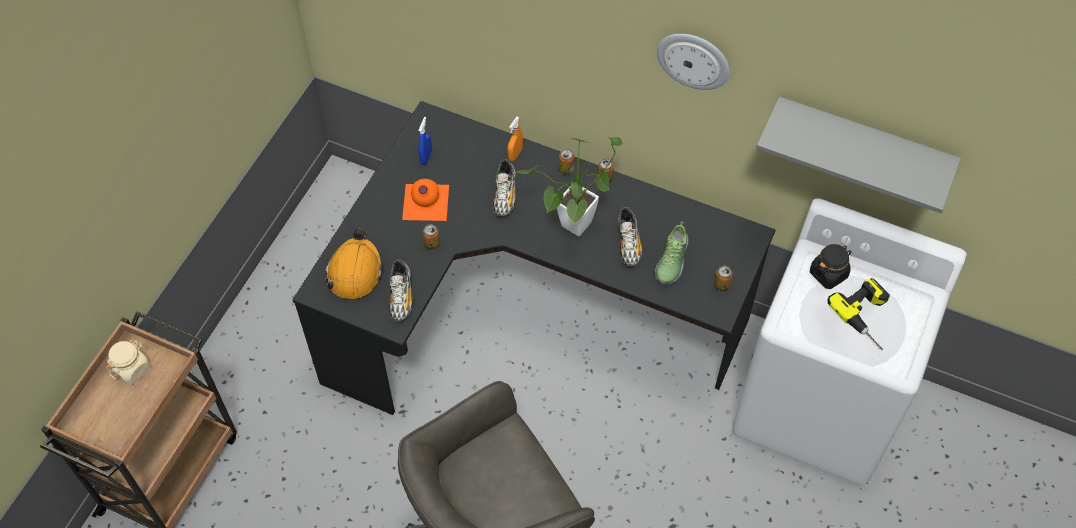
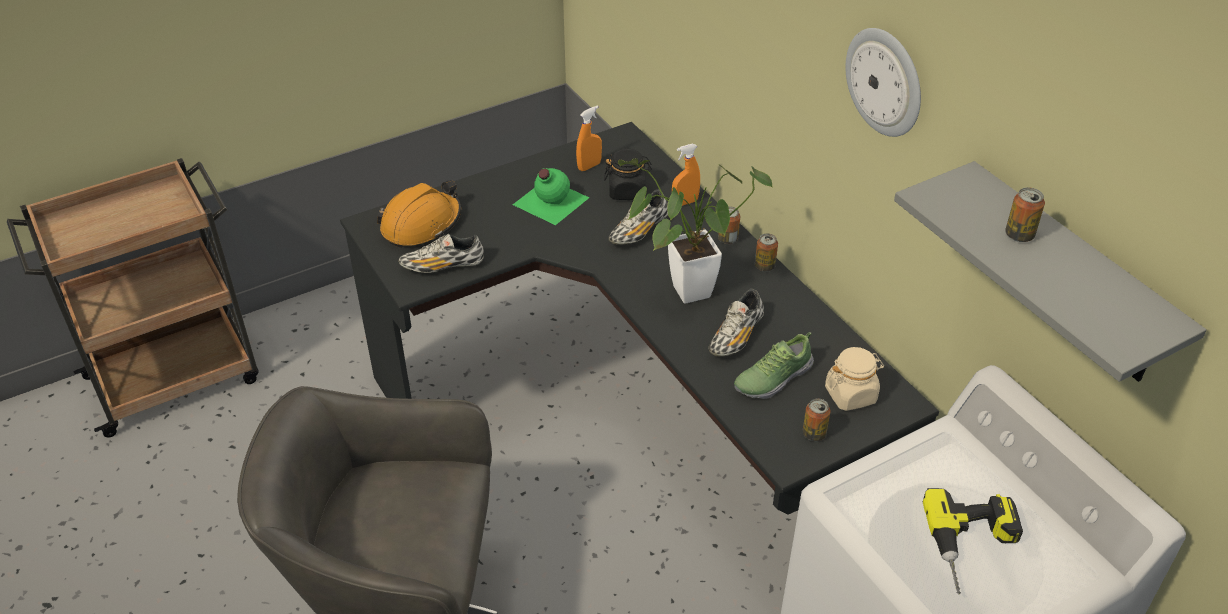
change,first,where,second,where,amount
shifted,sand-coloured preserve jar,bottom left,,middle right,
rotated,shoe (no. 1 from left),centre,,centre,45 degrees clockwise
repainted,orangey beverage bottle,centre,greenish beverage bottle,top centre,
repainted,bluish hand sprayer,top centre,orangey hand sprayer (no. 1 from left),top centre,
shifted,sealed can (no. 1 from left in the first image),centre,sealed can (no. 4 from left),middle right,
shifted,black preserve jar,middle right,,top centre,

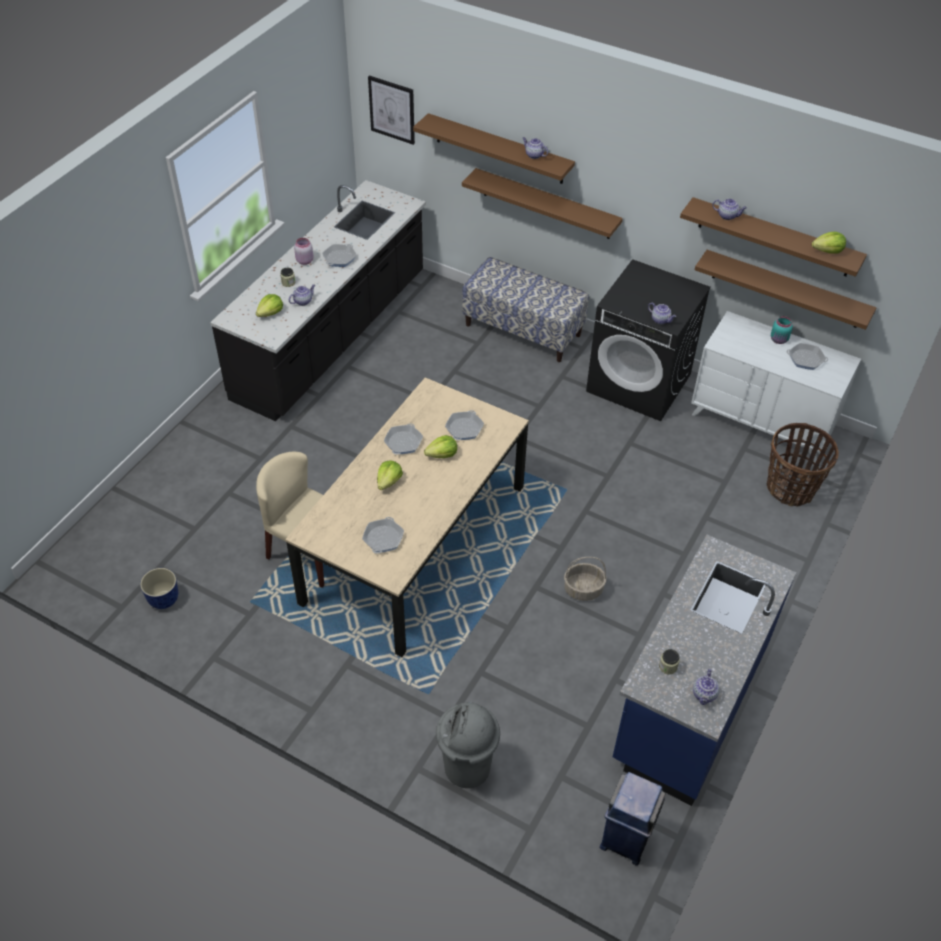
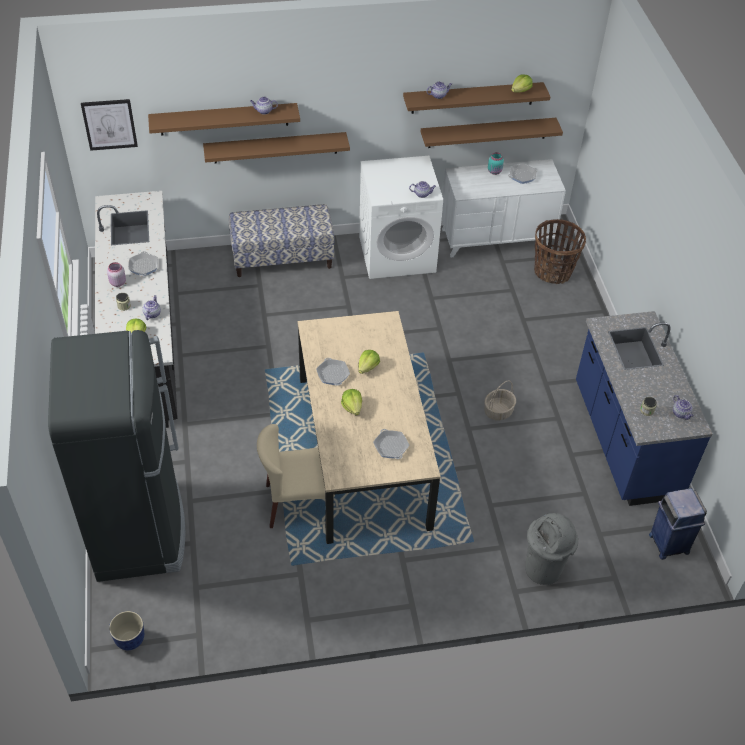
change,first,where,second,where,amount
shifted,plant pot,middle left,,bottom left,
gone,frying pan (no. 4 from left),centre,,,
repainted,black laundry appliance,middle right,white-coloured laundry appliance,top centre,
new,,,black refrigerator,middle left,

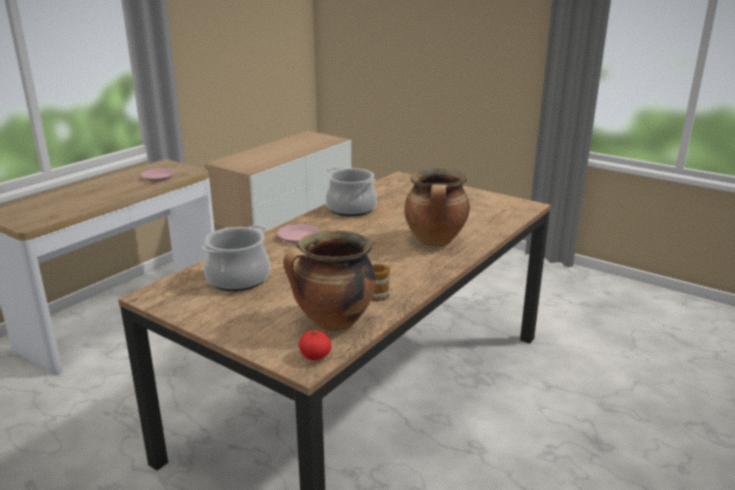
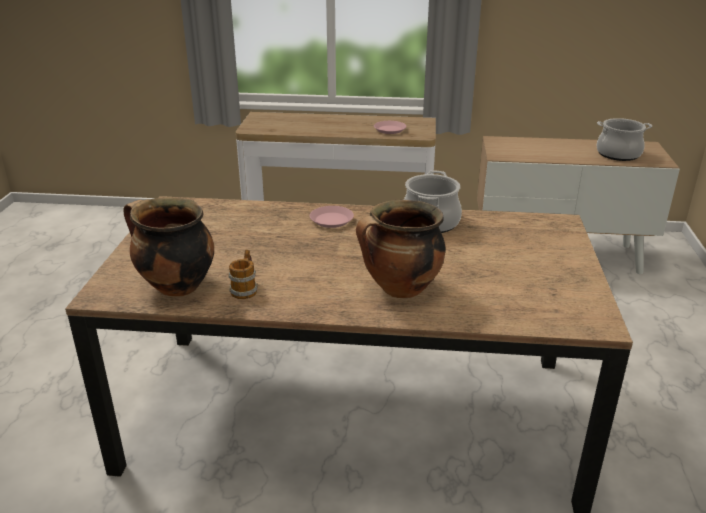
change,first,where,second,where,amount
shifted,saucepot (no. 1 from left in the first image),middle left,saucepot (no. 4 from left),top right,
gone,tomato,bottom centre,,,

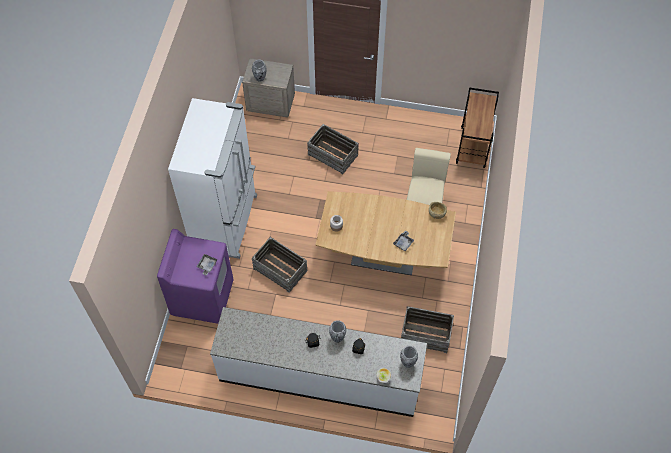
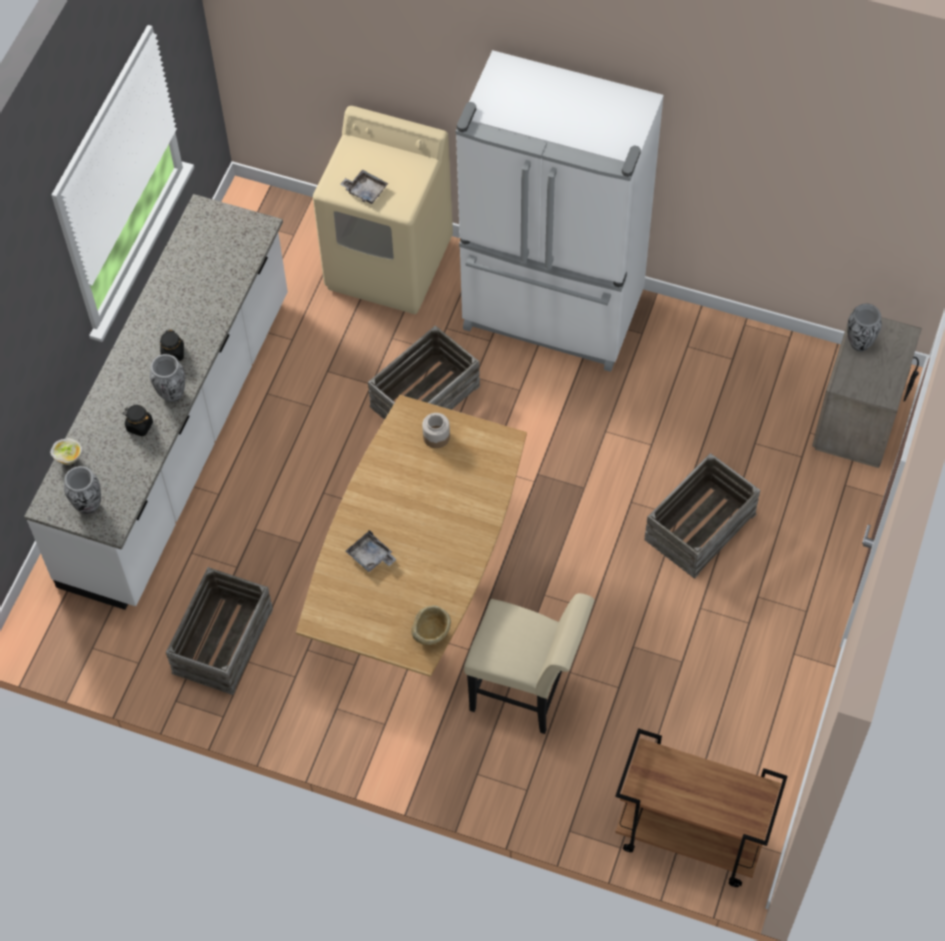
change,first,where,second,where,amount
repainted,purplish laundry appliance,middle left,sand-coloured laundry appliance,top centre,

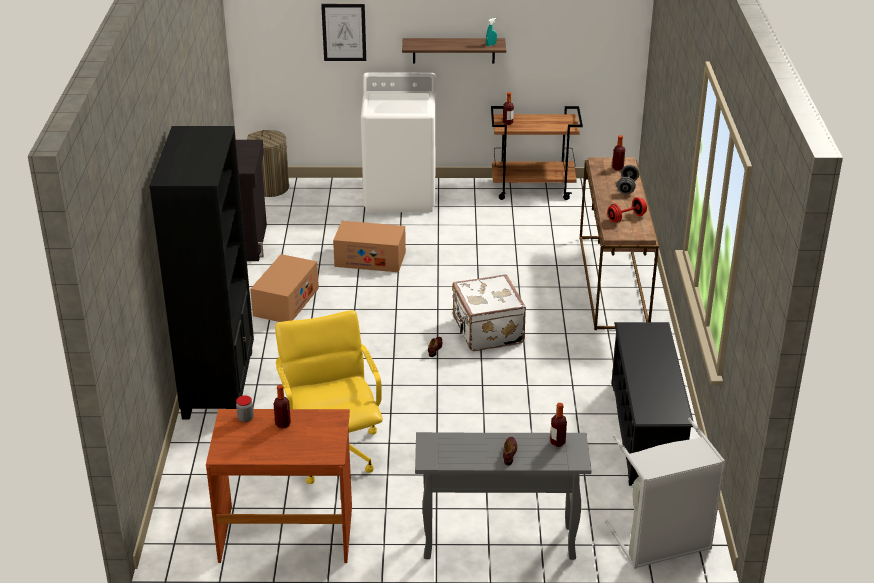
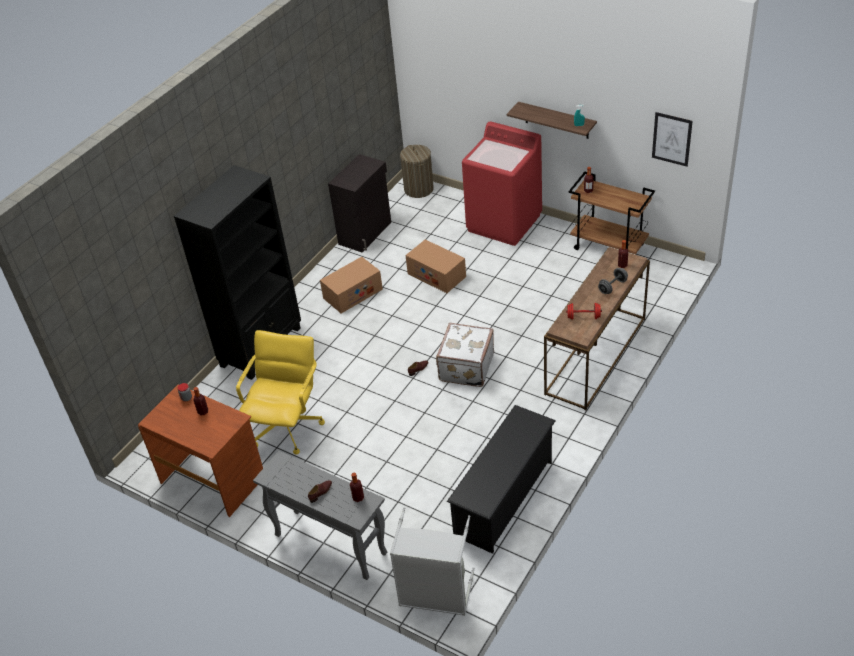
change,first,where,second,where,amount
shifted,picture,top centre,,top right,
repainted,white-coloured laundry appliance,top centre,red-coloured laundry appliance,top centre,

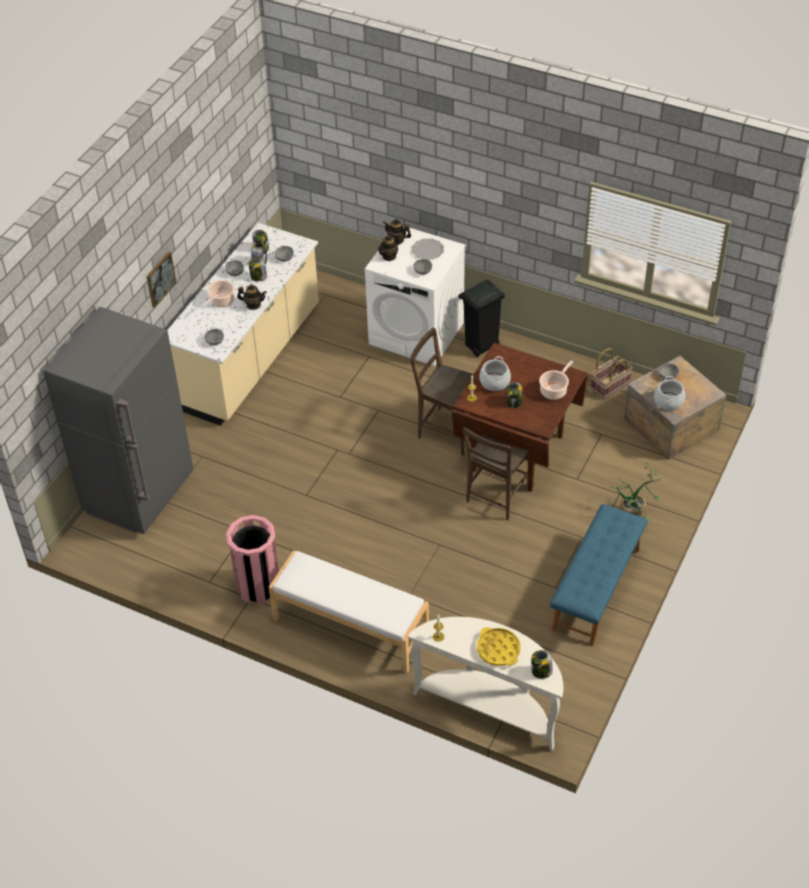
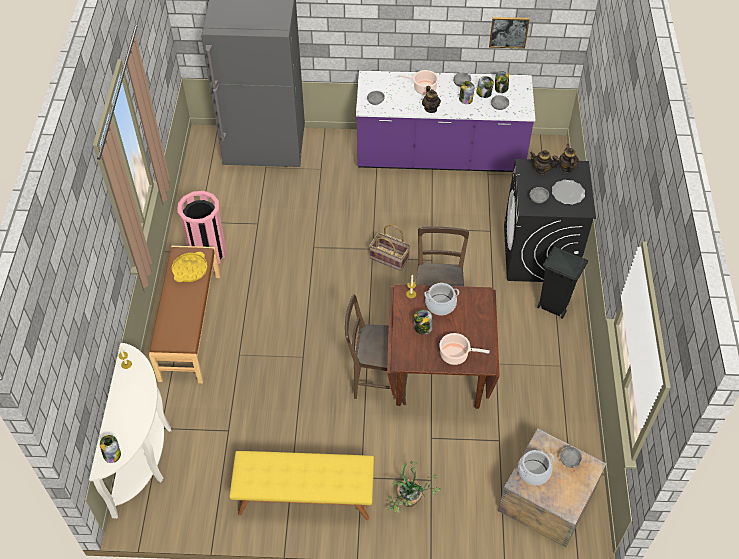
change,first,where,second,where,amount
shifted,picture,top left,,top right,
repainted,sand-coloured counter,middle left,purplish counter,top centre,
repainted,white-coloured bench,bottom centre,brown bench,middle left,
repainted,white-coloured laundry appliance,centre,black laundry appliance,middle right,
shifted,yellow carrying tray,bottom centre,,middle left,
repainted,bluish bench,middle right,yellow bench,bottom centre,
shifted,storage basket,middle right,,centre,

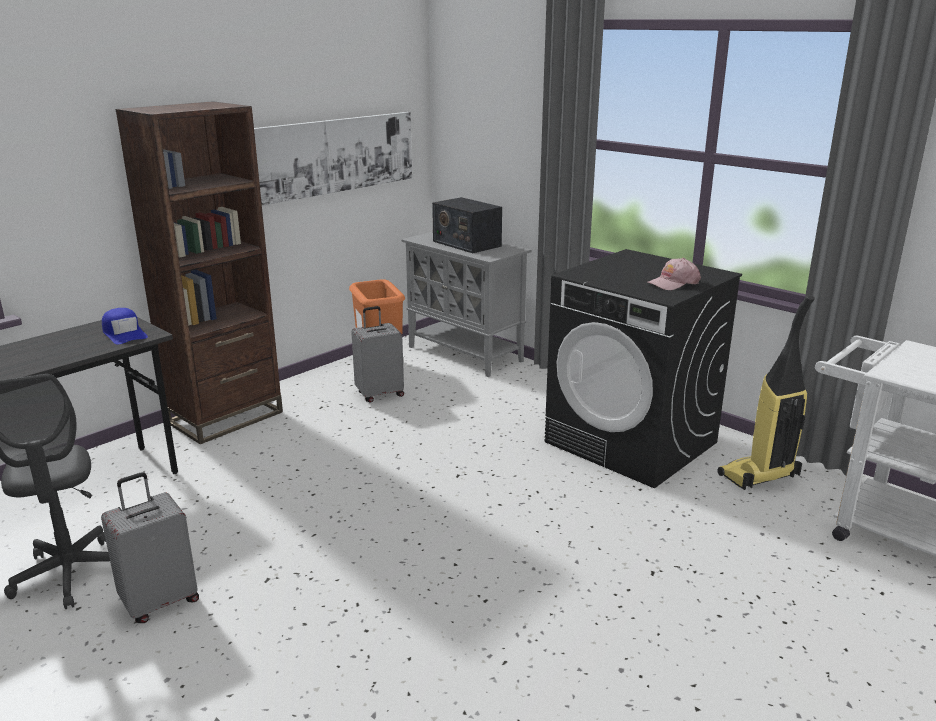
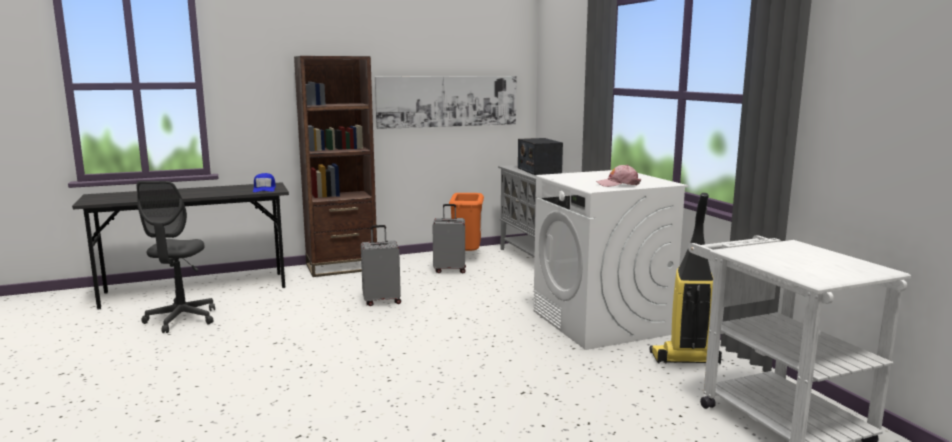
change,first,where,second,where,amount
shifted,grey piece of luggage (no. 1 from left),bottom left,,centre,
repainted,black laundry appliance,middle right,white-coloured laundry appliance,centre,

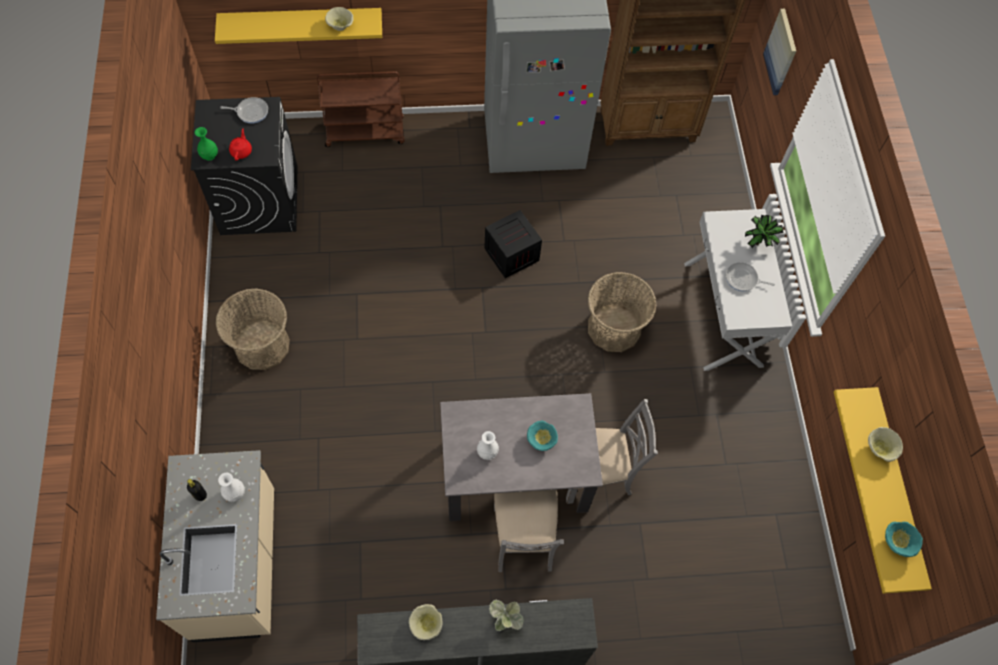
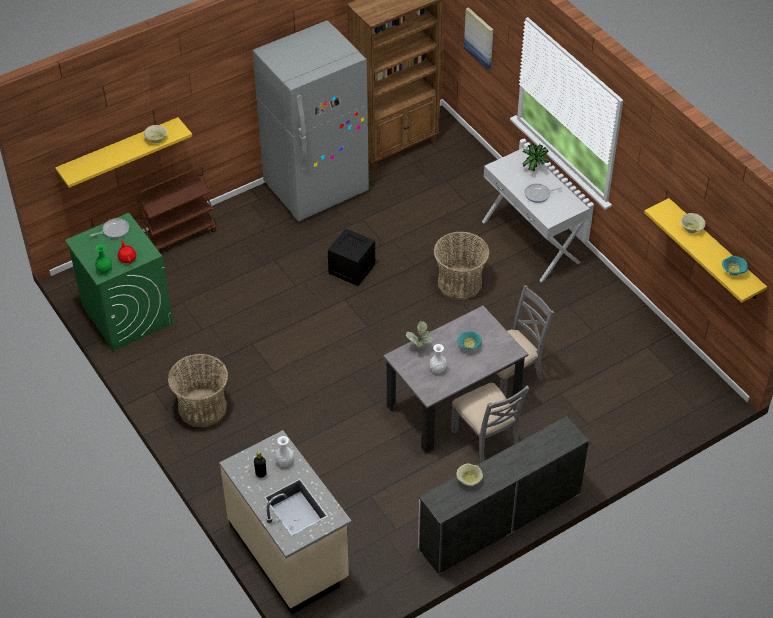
change,first,where,second,where,amount
repainted,black laundry appliance,top left,greenish laundry appliance,middle left,
shifted,houseplant (no. 1 from left),bottom centre,,centre,

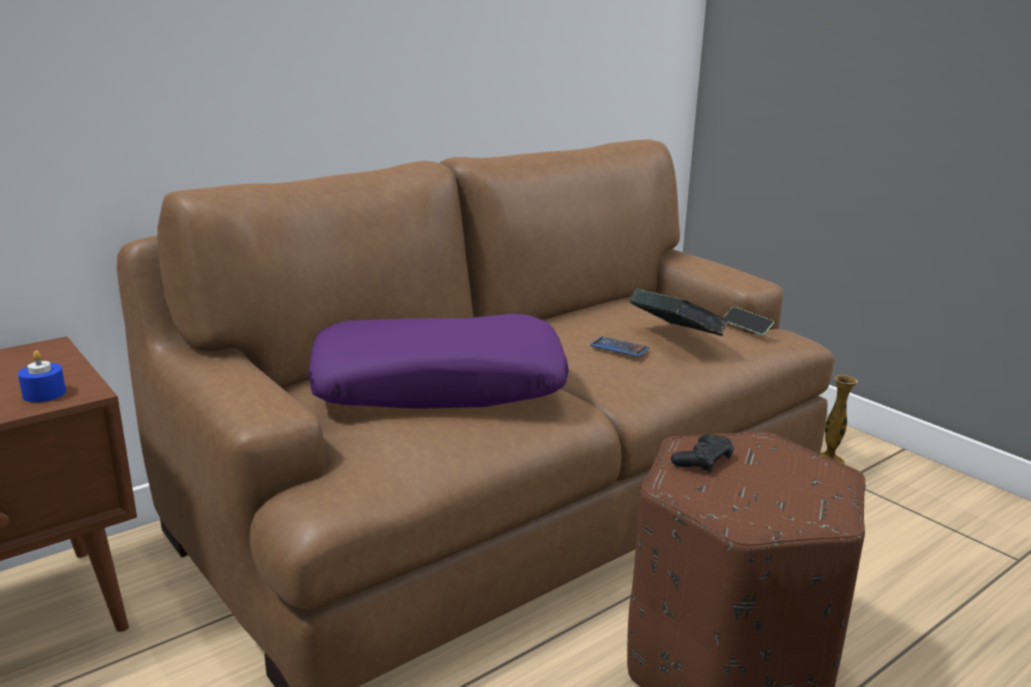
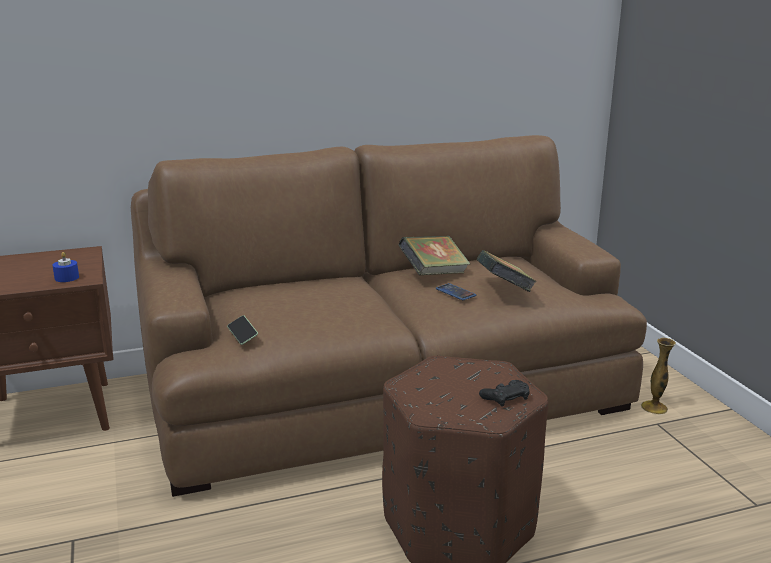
change,first,where,second,where,amount
gone,purplish pillow,centre,,,
shifted,black game controller,middle right,,bottom centre,
shifted,telephone (no. 2 from left in the first image),middle right,telephone (no. 1 from left),middle left,
new,,,volume (no. 1 from left),centre,

